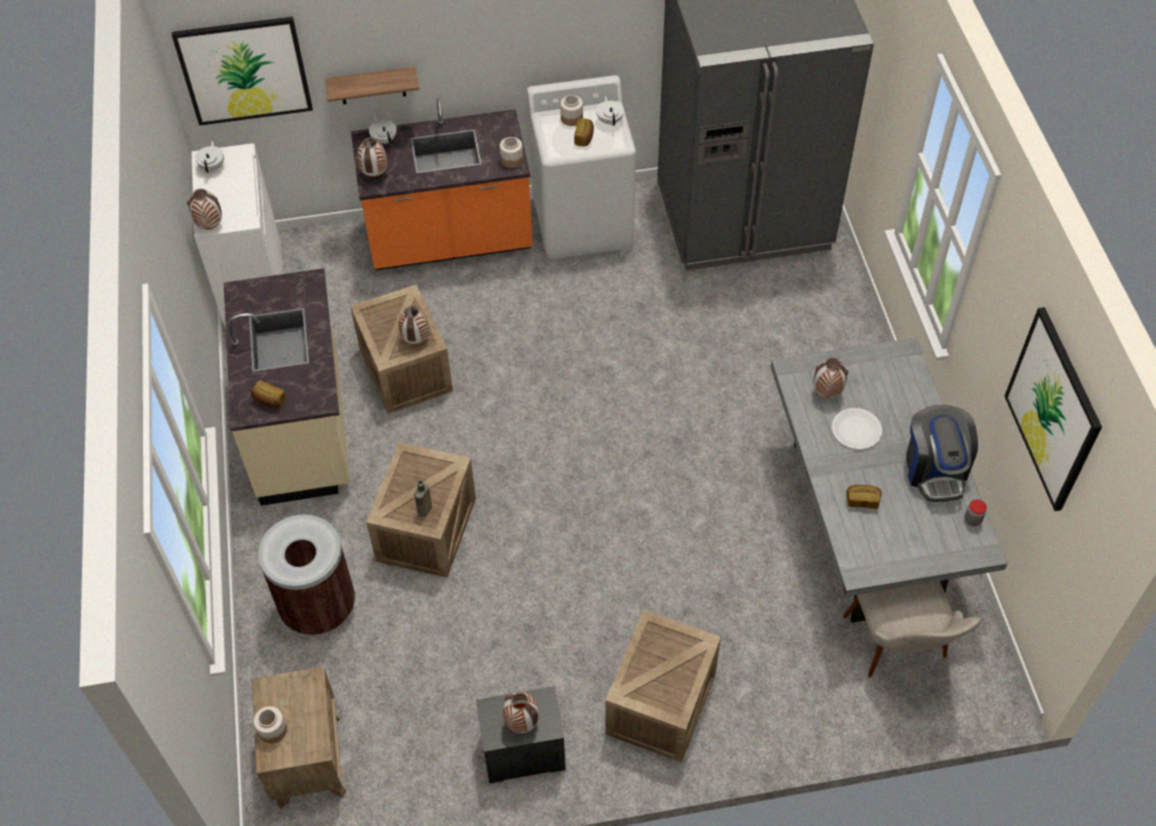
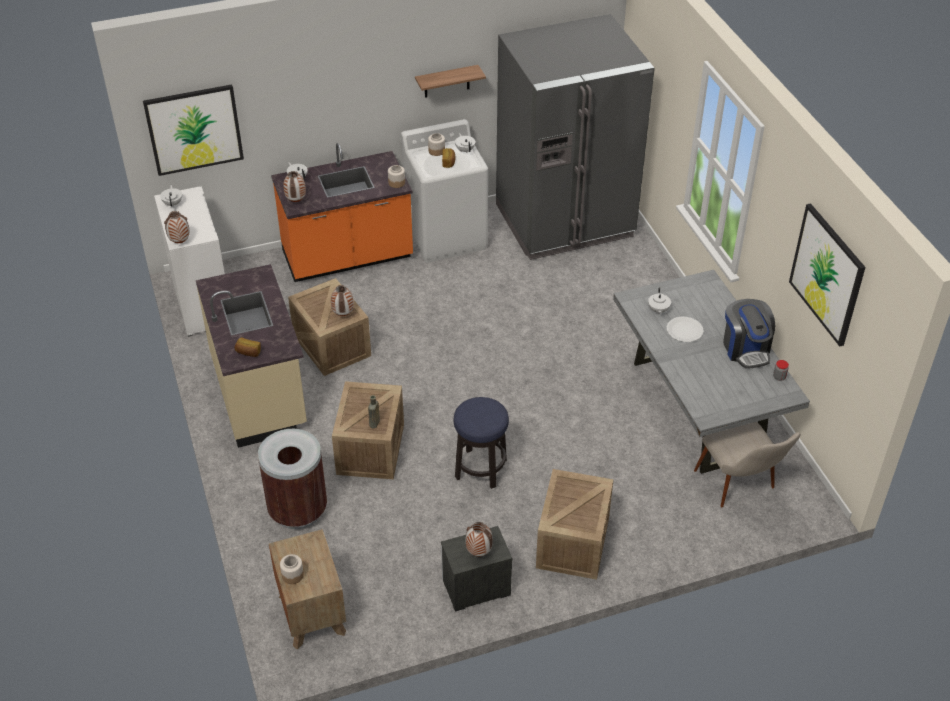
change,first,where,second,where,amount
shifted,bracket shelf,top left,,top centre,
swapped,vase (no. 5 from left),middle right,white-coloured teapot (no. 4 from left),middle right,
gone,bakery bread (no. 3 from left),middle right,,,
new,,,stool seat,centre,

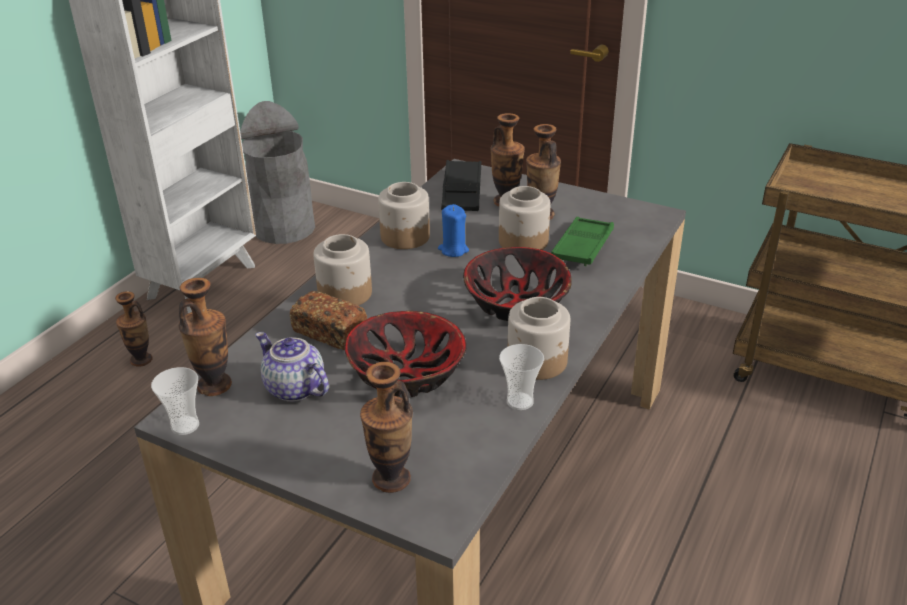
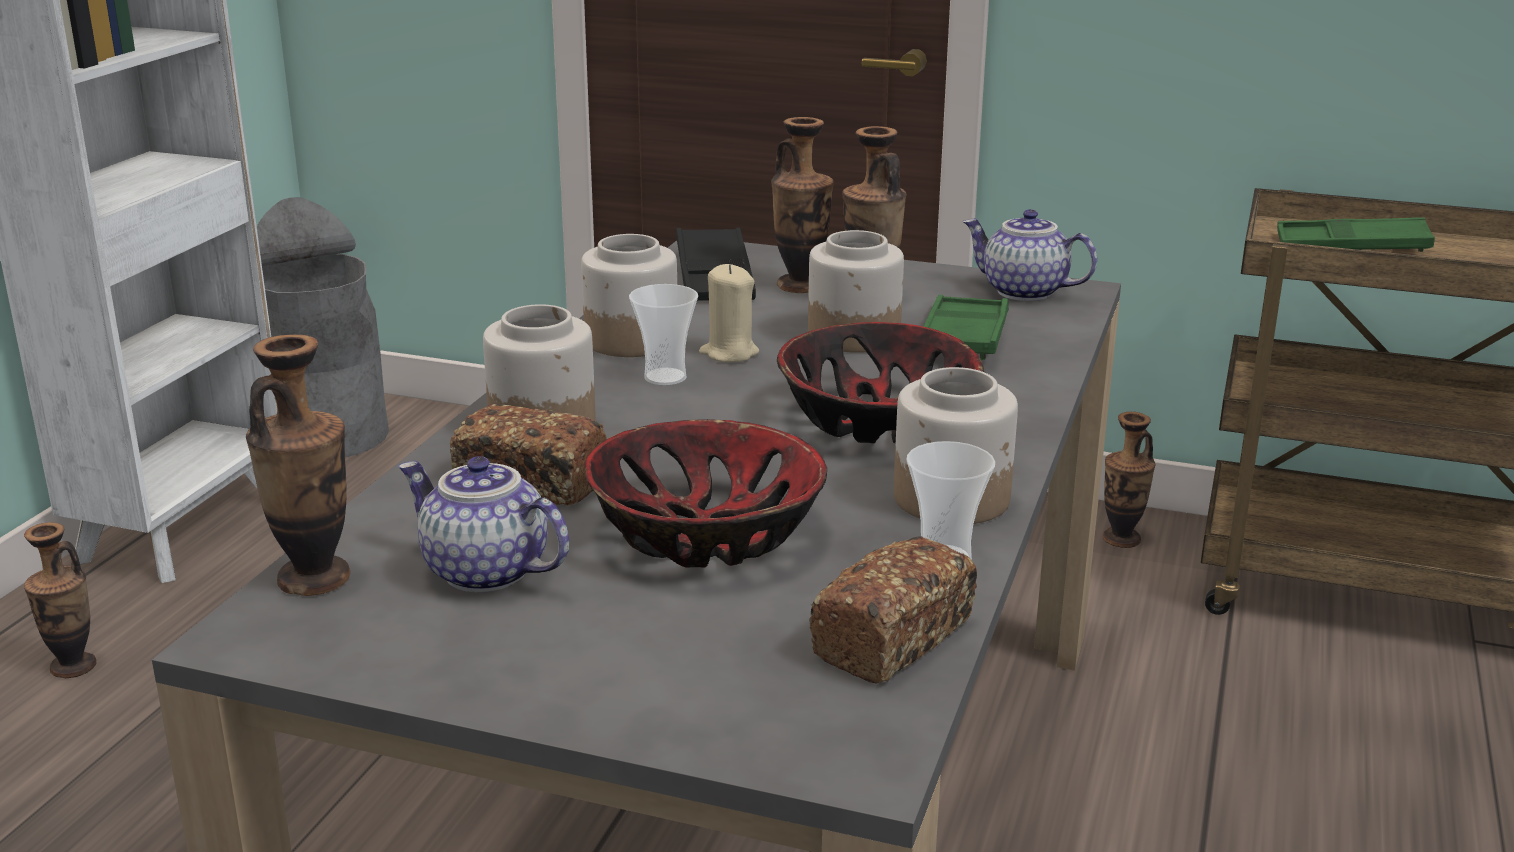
change,first,where,second,where,amount
shifted,small cup (no. 1 from left),middle left,,centre,
shifted,vase (no. 3 from left in the first image),bottom centre,vase (no. 5 from left),middle right,
repainted,bluish candle,centre,sand-coloured candle,centre,
new,,,bakery bread (no. 2 from left),bottom centre,
new,,,teapot (no. 2 from left),top right,
new,,,greenish carrying tray (no. 2 from left),top right,

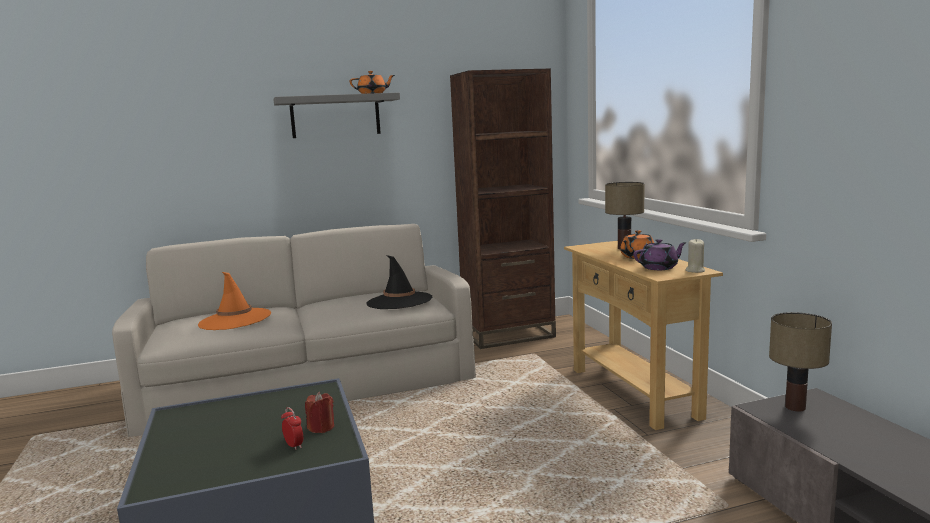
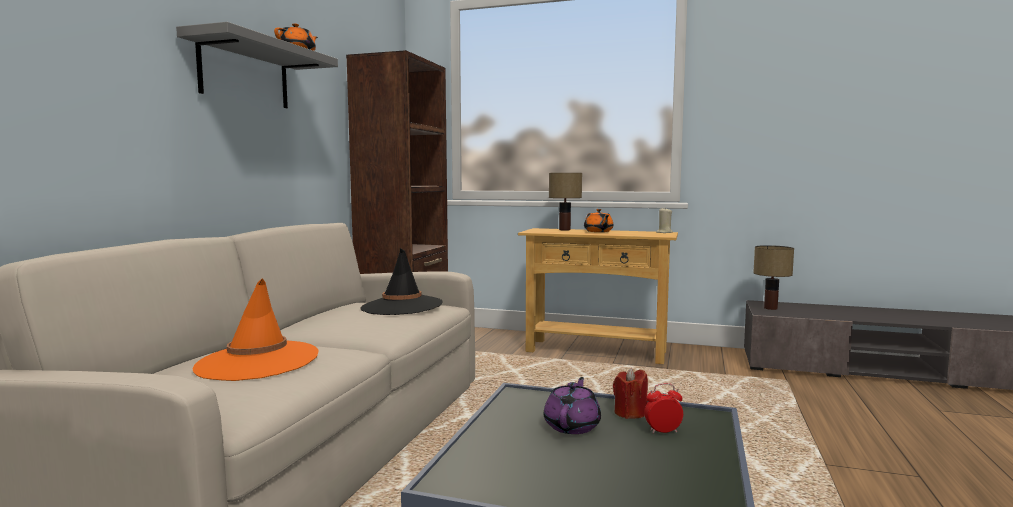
change,first,where,second,where,amount
shifted,purplish teapot,middle right,,bottom centre,

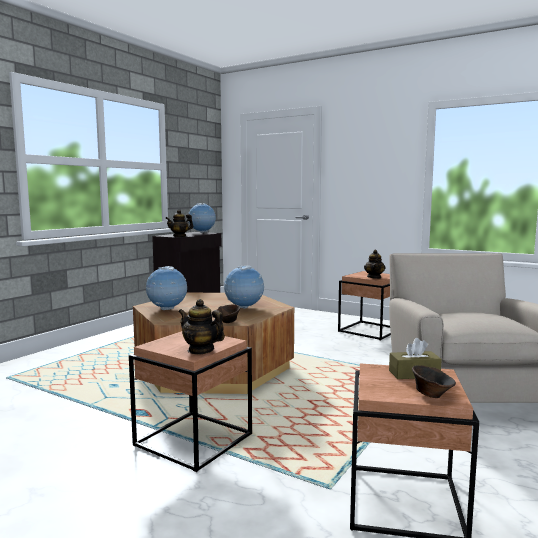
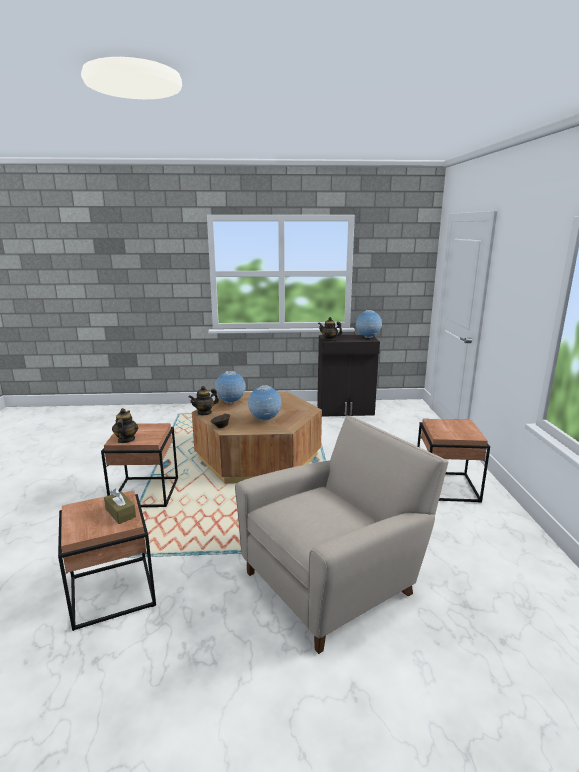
change,first,where,second,where,amount
shifted,teapot (no. 3 from left in the first image),middle right,teapot (no. 2 from left),centre,
gone,brown bowl (no. 2 from left),bottom right,,,

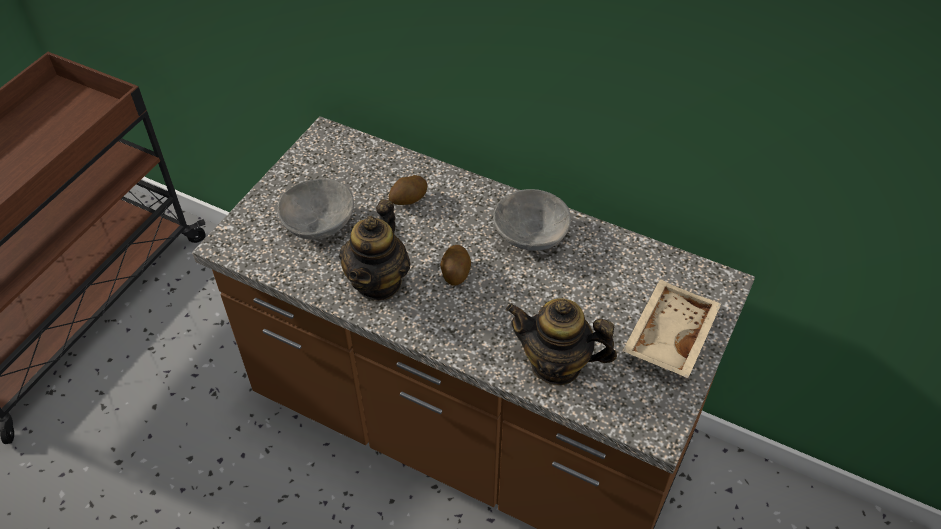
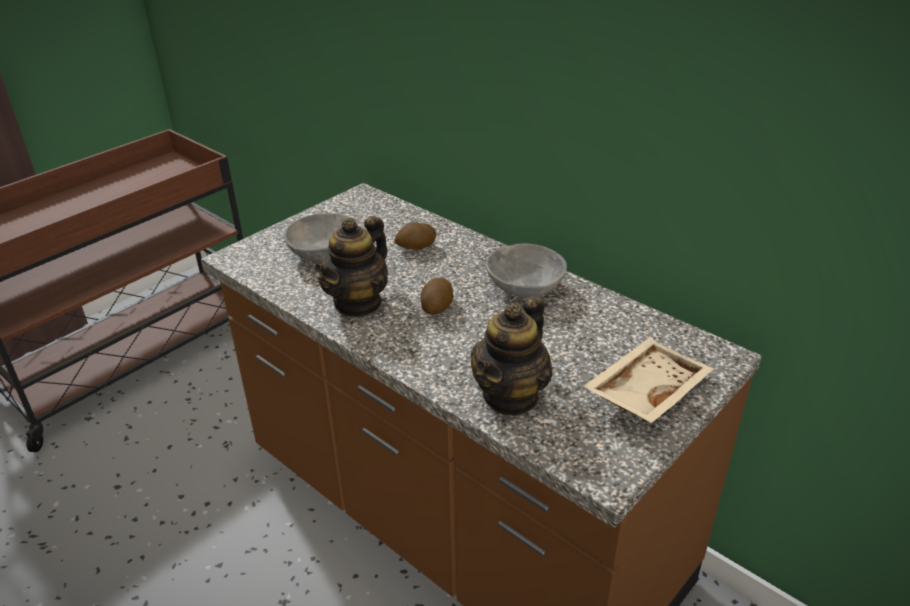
change,first,where,second,where,amount
rotated,teapot (no. 2 from left),centre,,centre,90 degrees counterclockwise

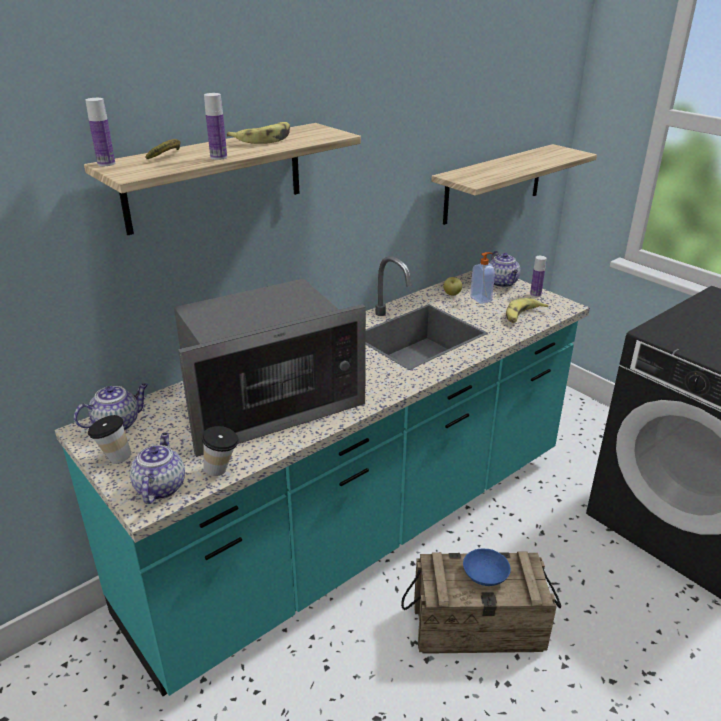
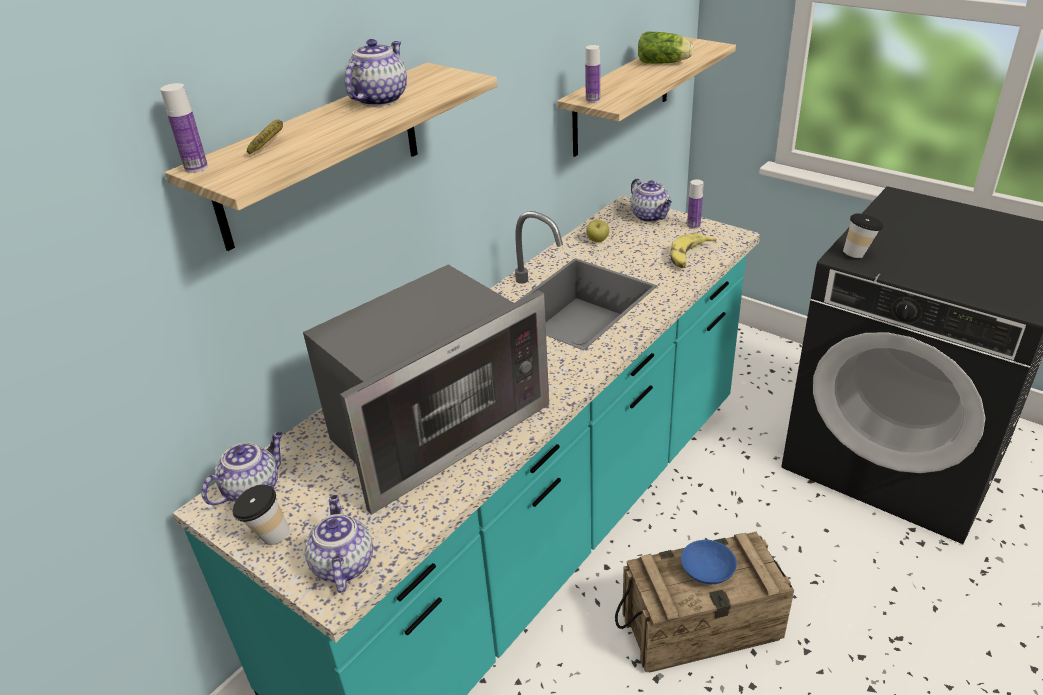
change,first,where,second,where,amount
shifted,small cup (no. 2 from left),middle left,,middle right,
shifted,beverage bottle (no. 2 from left),top left,,top centre,
swapped,whole banana (no. 2 from left),top centre,teapot (no. 3 from left),top centre,
gone,soap dispenser,middle right,,,
new,,,head of lettuce,top centre,

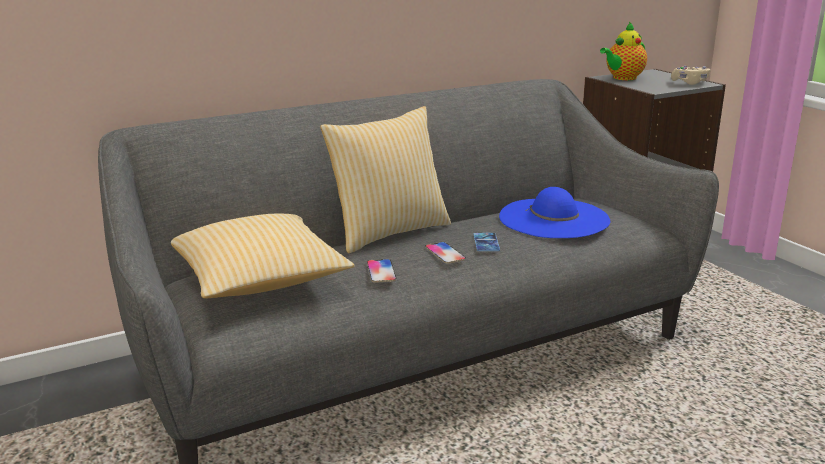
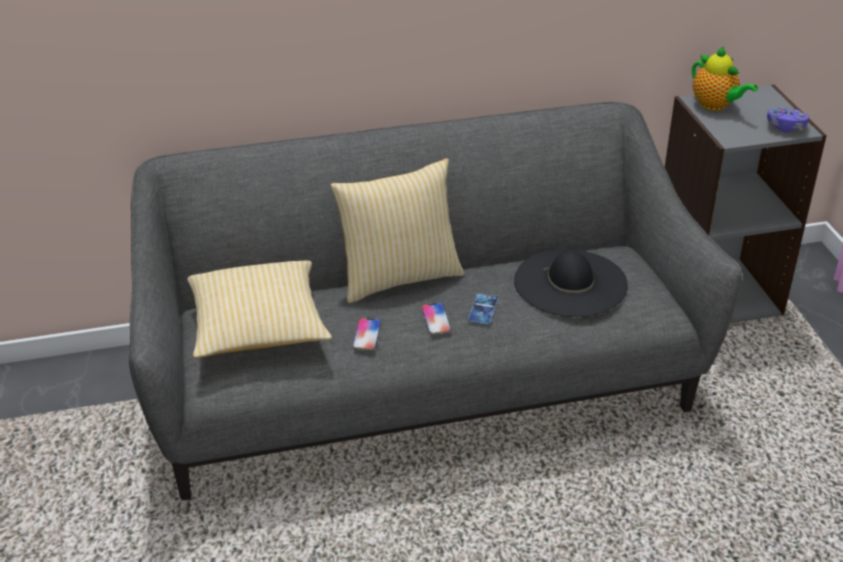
change,first,where,second,where,amount
repainted,bluish clothing hat,middle right,black clothing hat,middle right,
rotated,teapot,top right,,top right,105 degrees counterclockwise
repainted,sand-coloured game controller,top right,purplish game controller,top right,

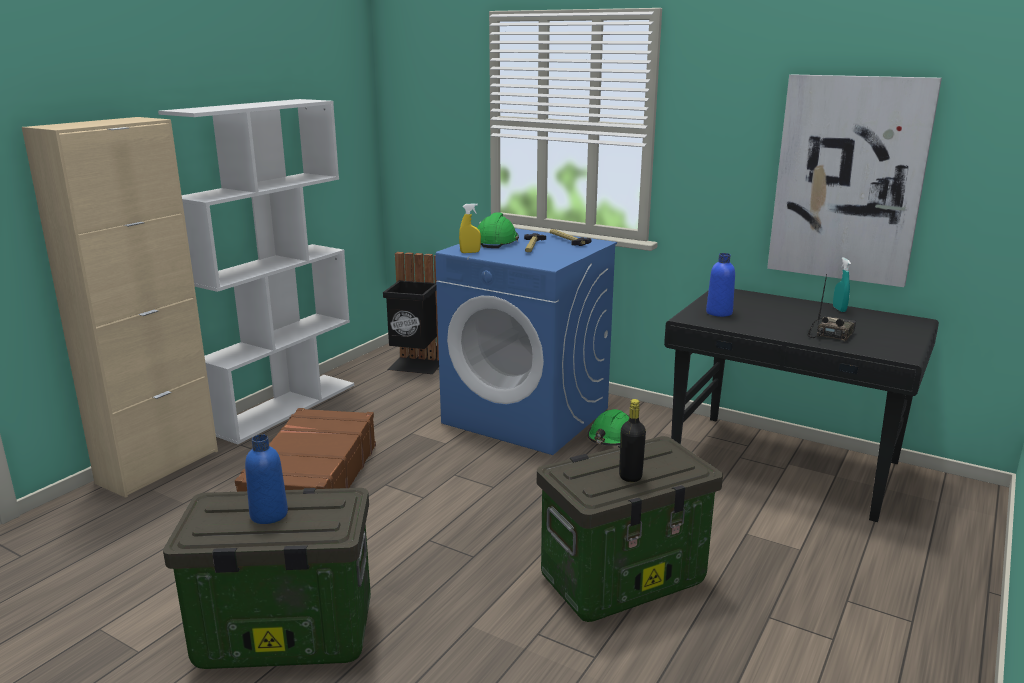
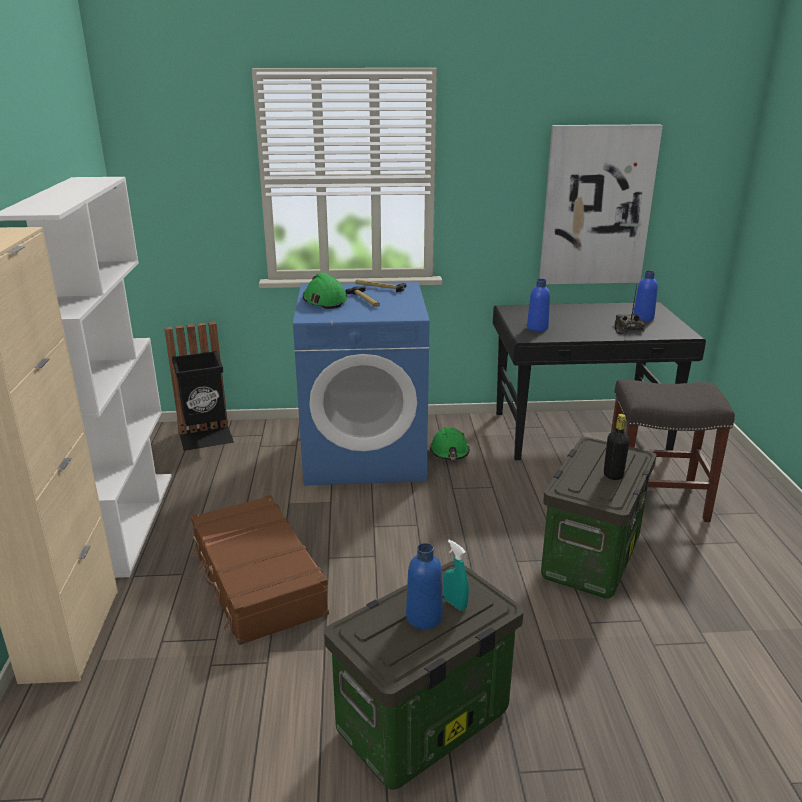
change,first,where,second,where,amount
gone,yellow hand sprayer,centre,,,
shifted,blue-green hand sprayer,middle right,,bottom centre,
new,,,grey stool seat,middle right,
new,,,bluish beverage bottle (no. 3 from left),middle right,

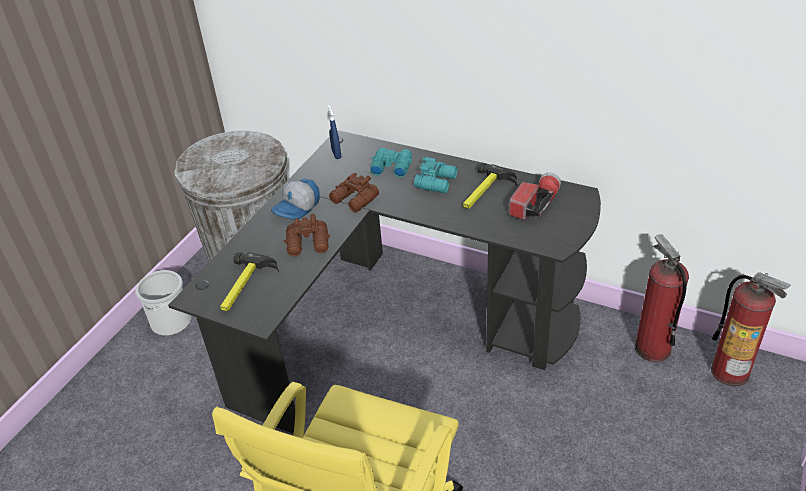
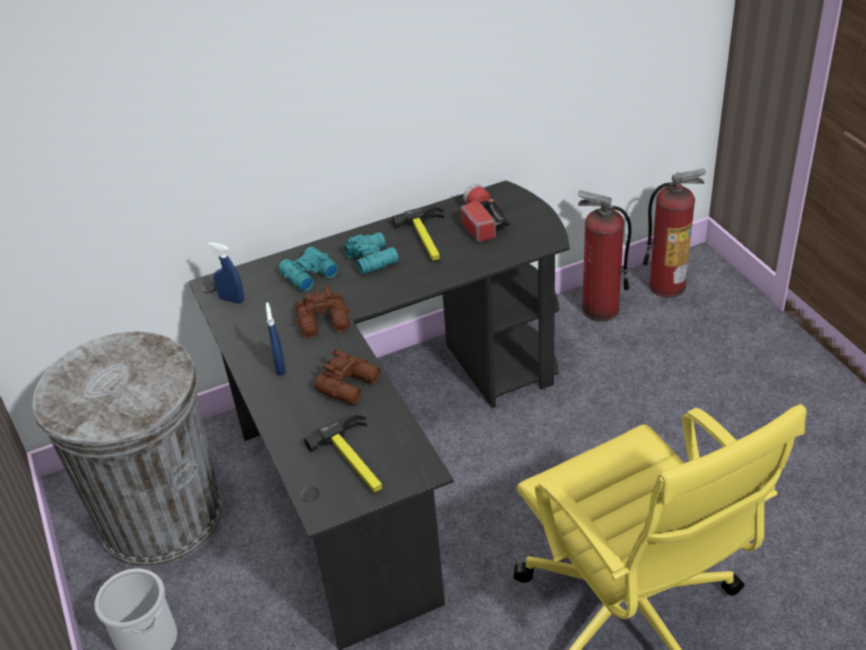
change,first,where,second,where,amount
swapped,baseball cap,centre,bluish hand sprayer (no. 2 from left),middle left,

